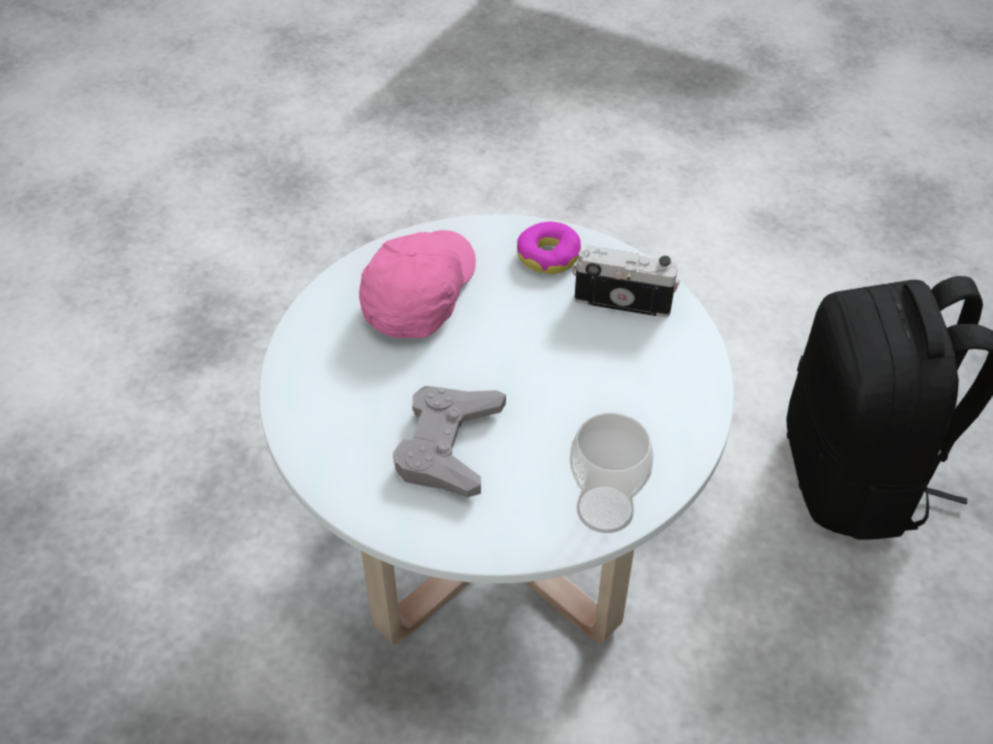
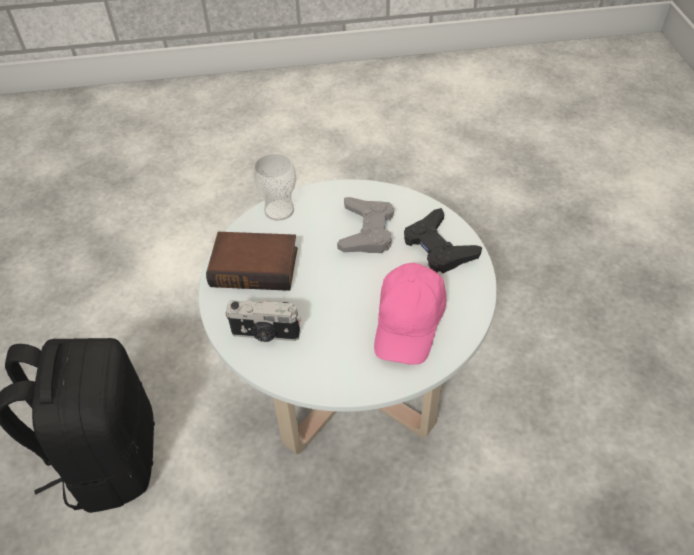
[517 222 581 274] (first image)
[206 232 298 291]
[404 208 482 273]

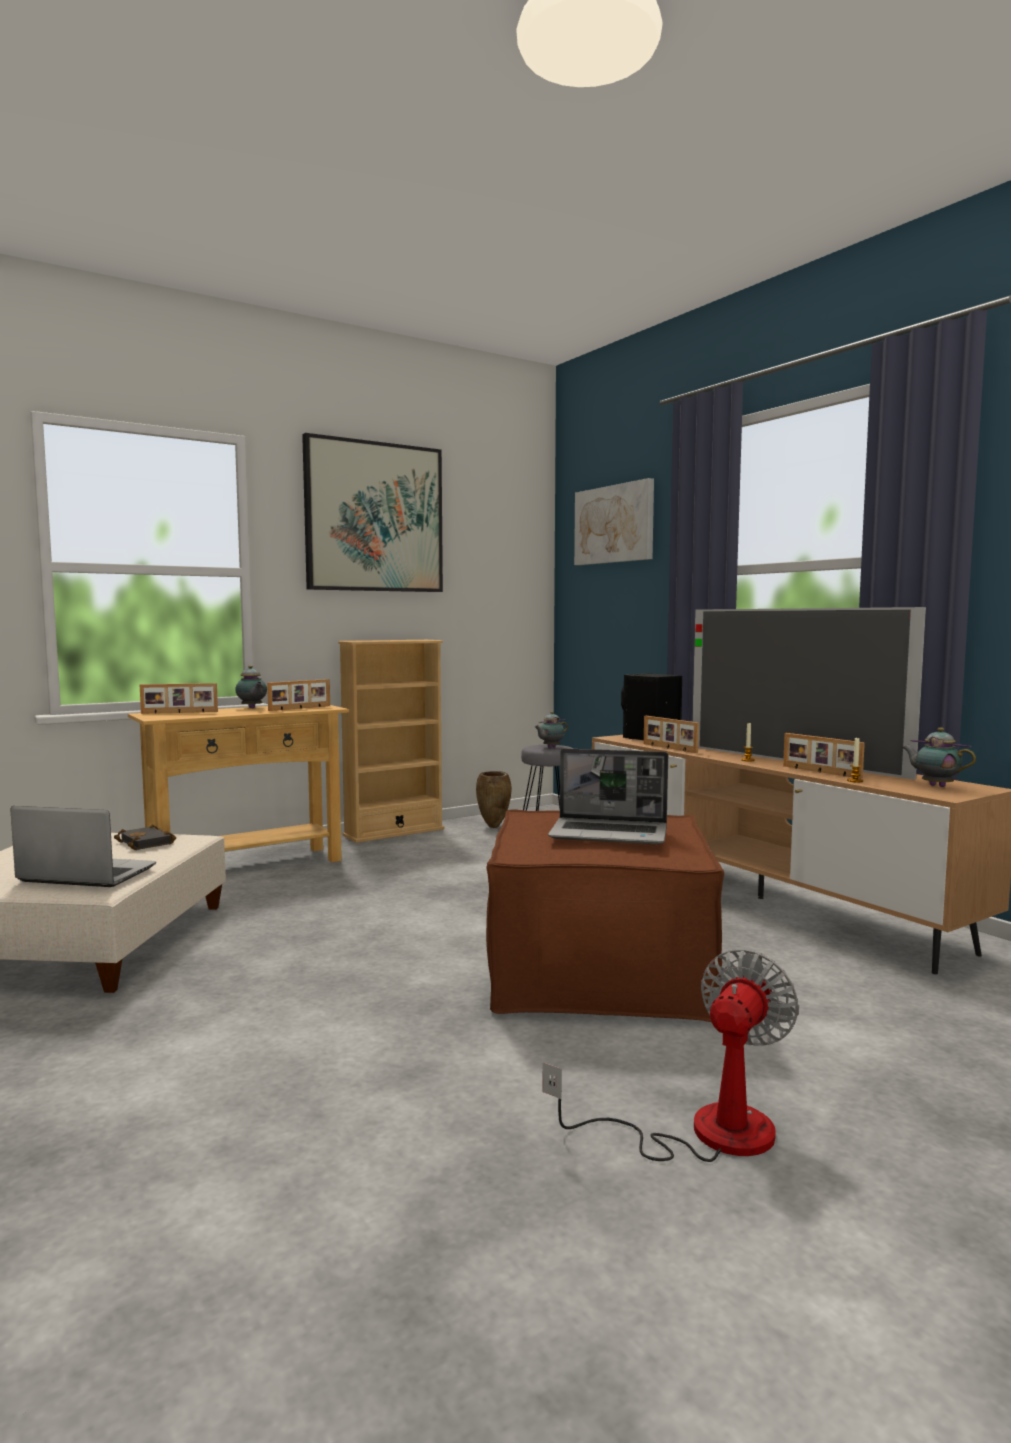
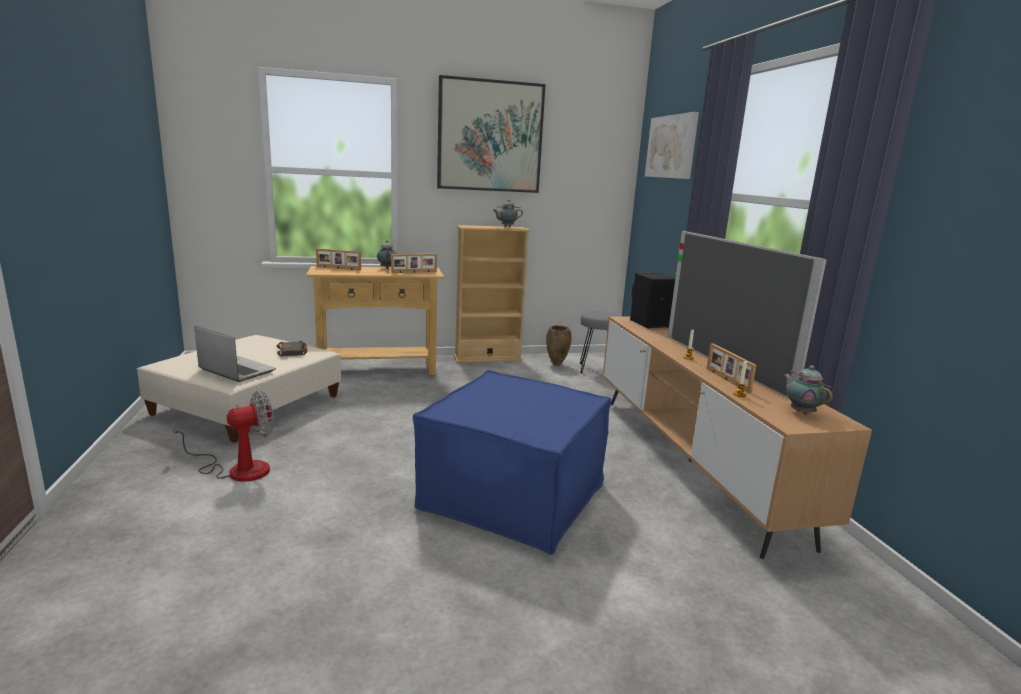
[413 370 611 555]
[493 200 523 227]
[173 391 274 482]
[548 748 668 844] (first image)
[644 716 699 753] (first image)

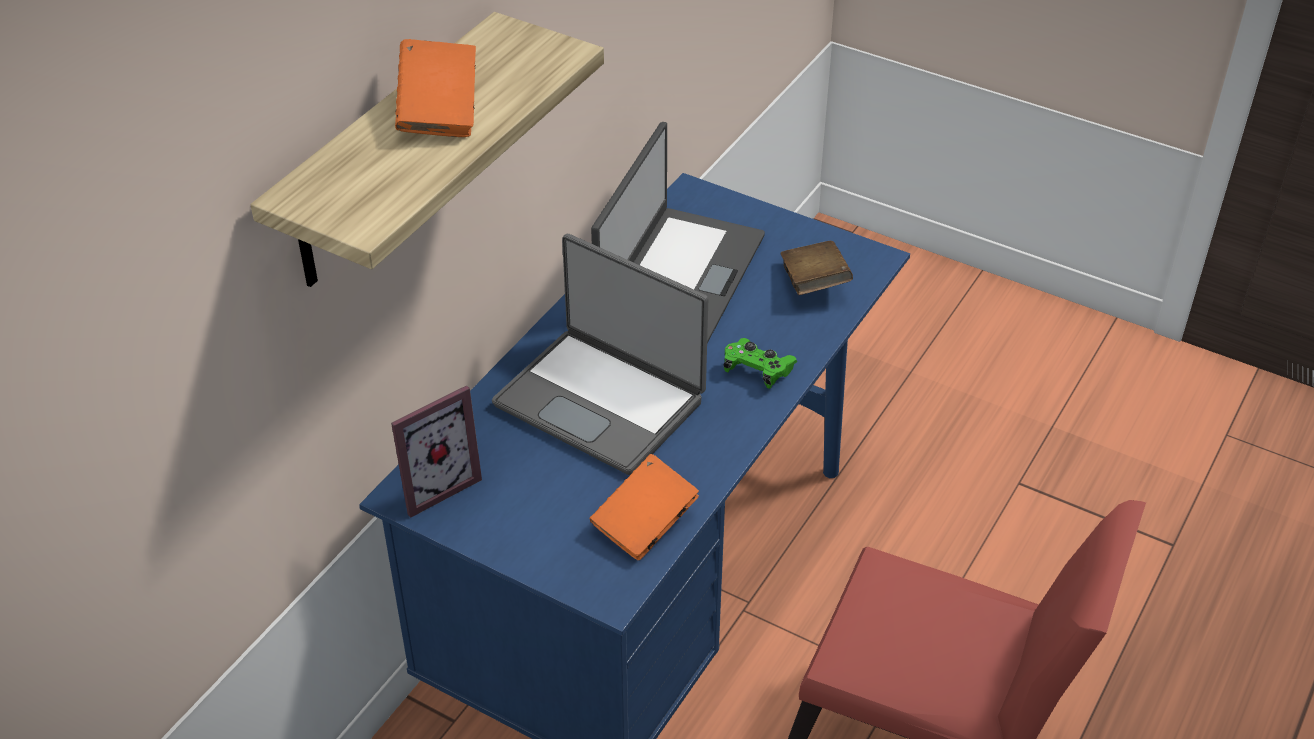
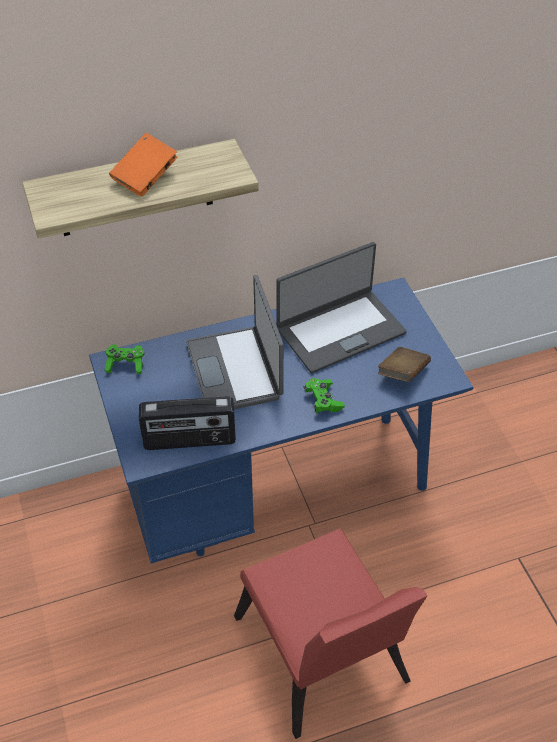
[104 344 144 374]
[139 396 236 450]

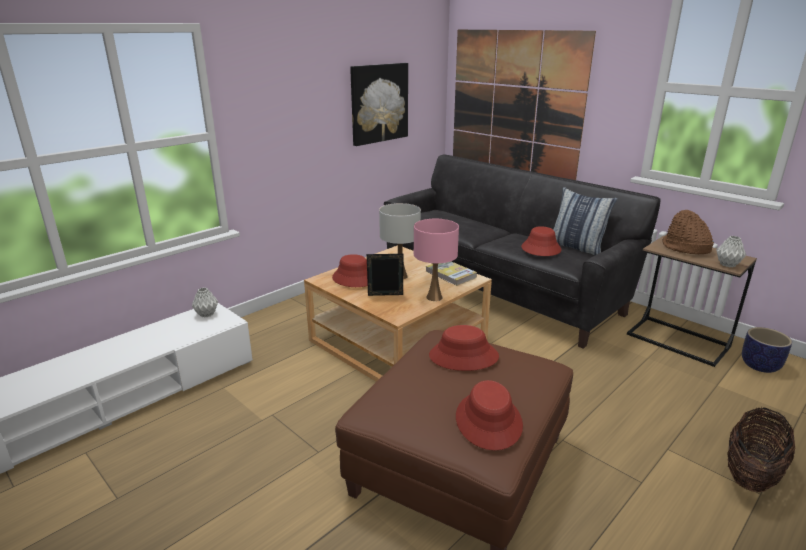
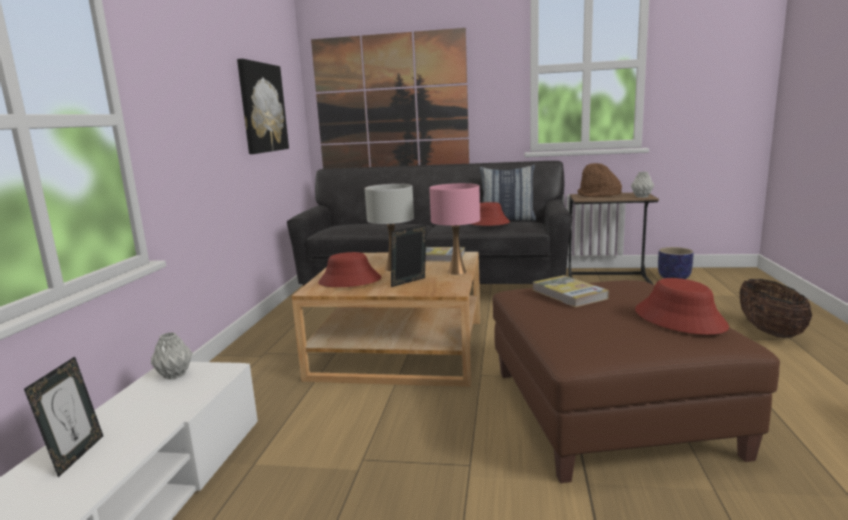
[533 275 609 307]
[24 357 103 477]

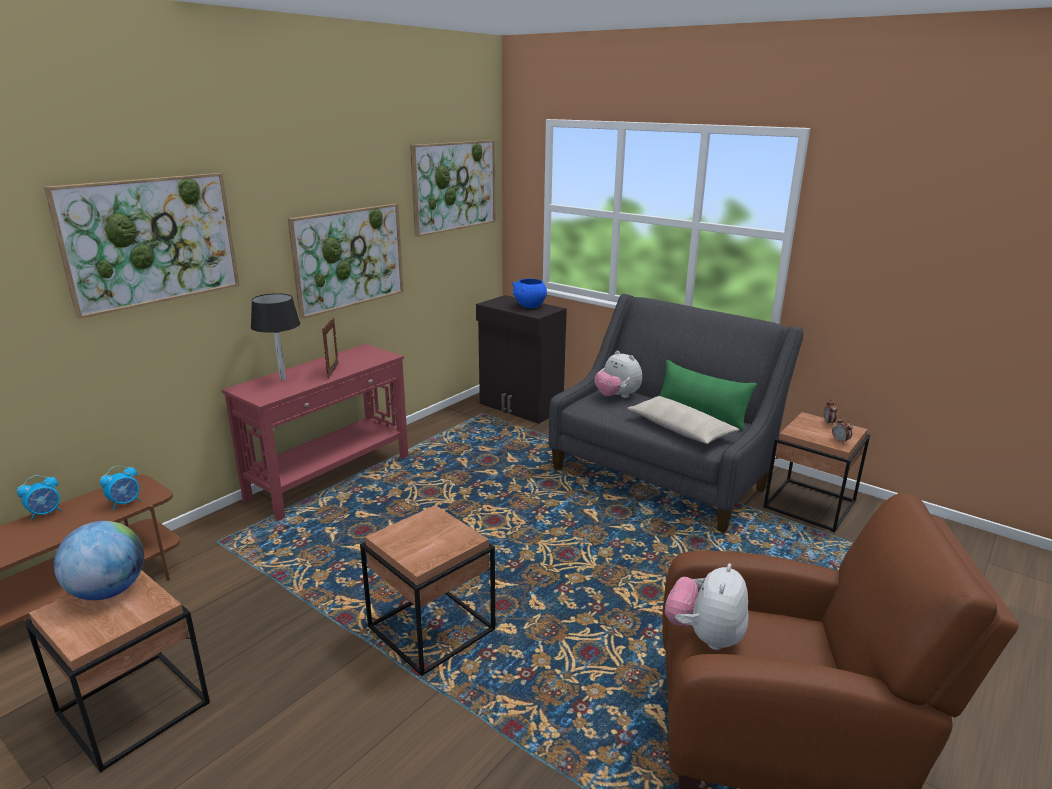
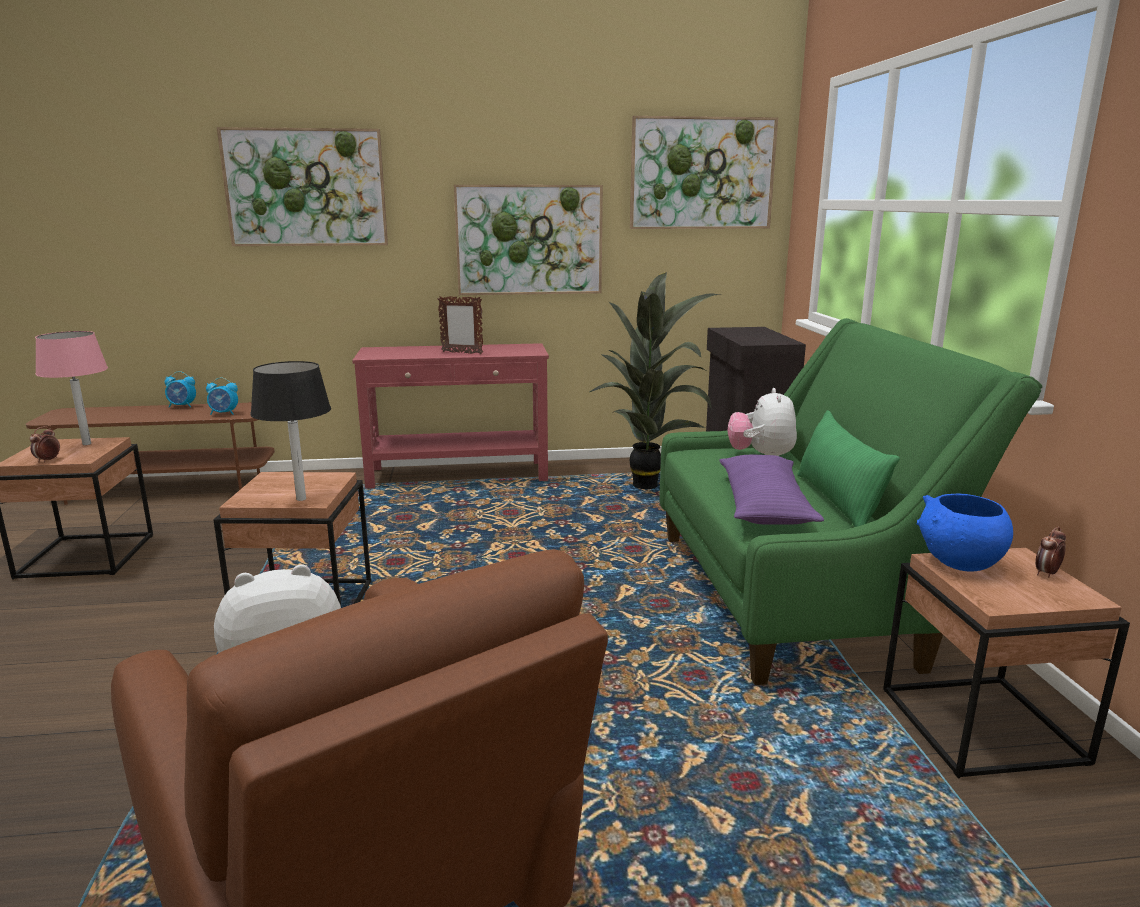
[35 331 108 445]
[250 361 331 501]
[438 296 483 354]
[916 493 1013 571]
[659 318 1042 685]
[720 455 824 525]
[30 426 60 463]
[589 272 720 489]

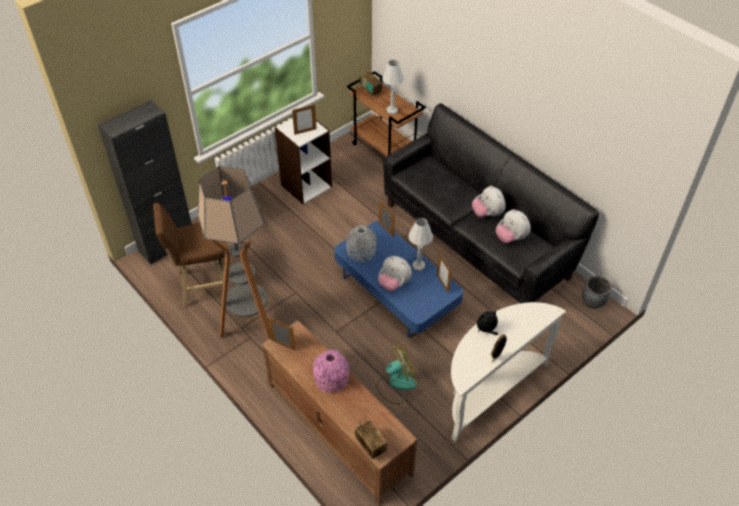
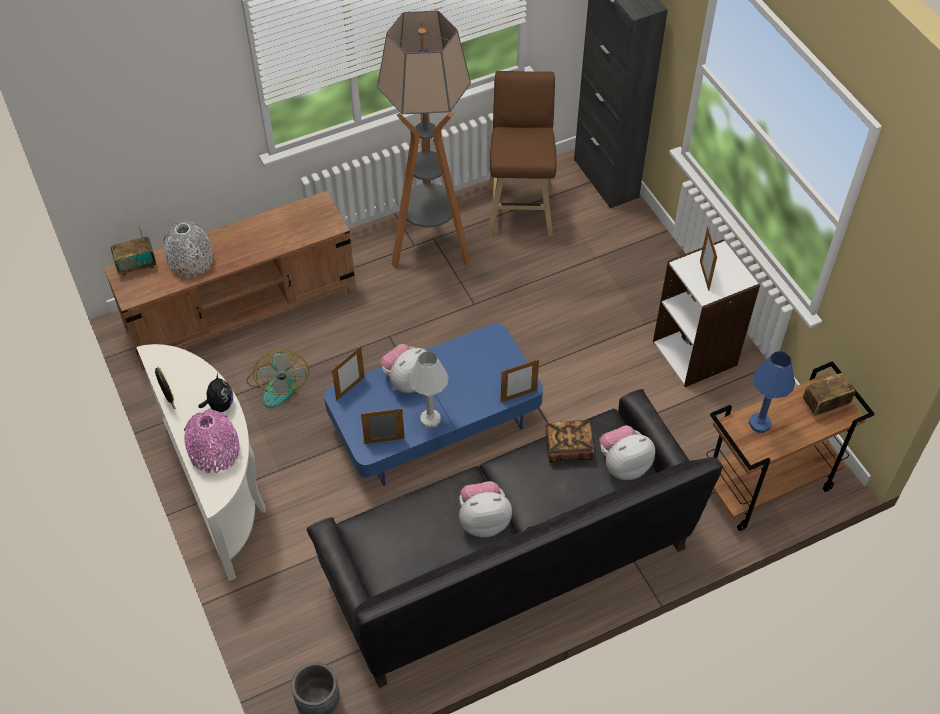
[332 346 365 401]
[184 410 240 473]
[163 221 213 278]
[749 351 795 433]
[600 425 655 480]
[545 420 594 463]

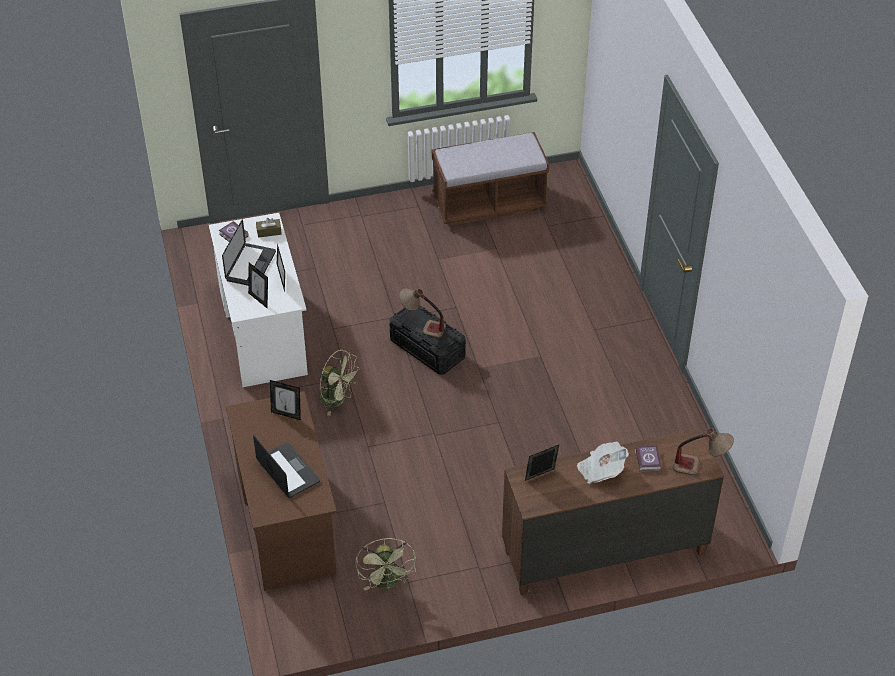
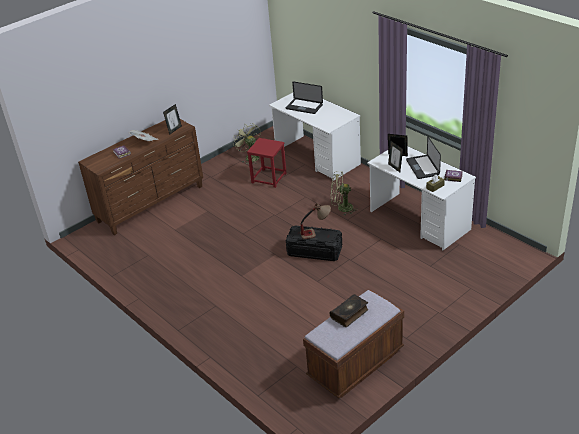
[269 93 361 181]
[270 380 301 420] (first image)
[673 428 734 475] (first image)
[247 138 287 188]
[330 294 369 327]

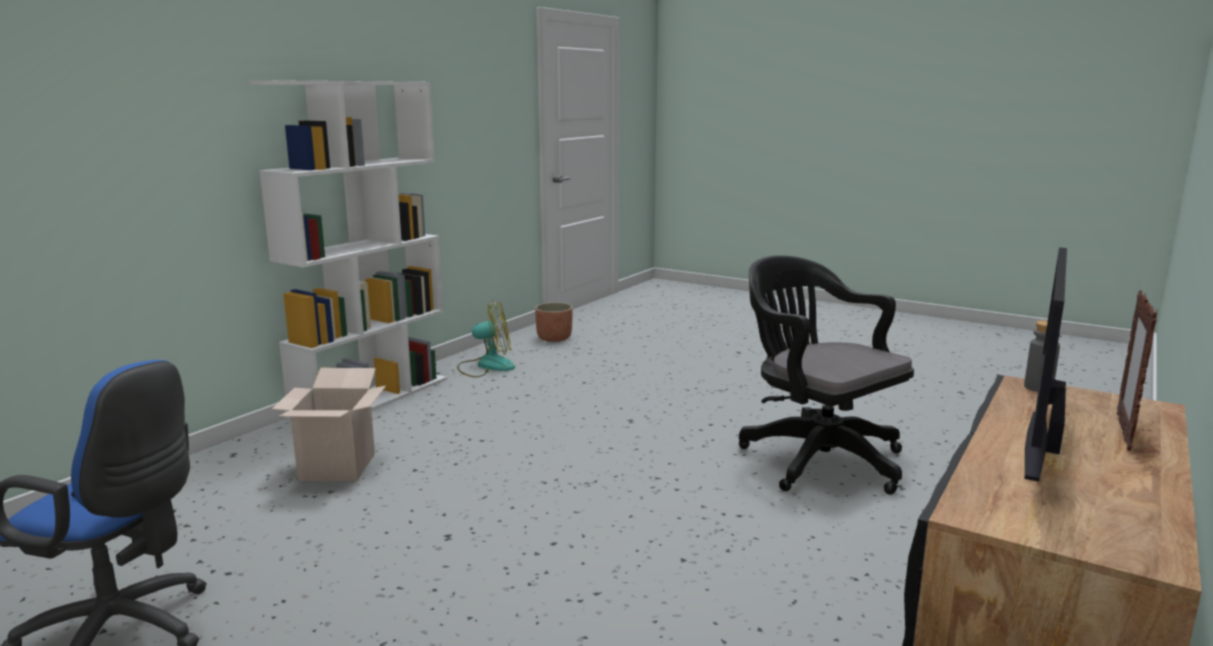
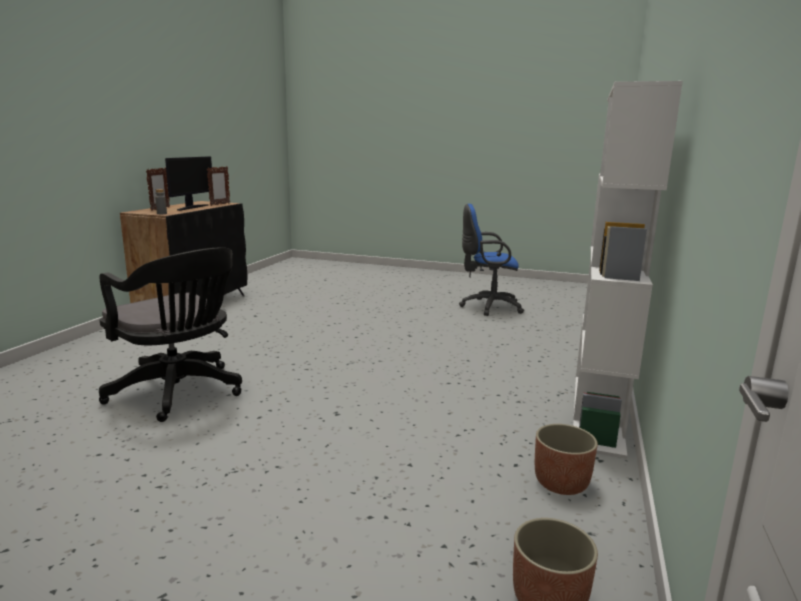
[272 368 386 481] (first image)
[535 424 598 495]
[207 166 230 206]

